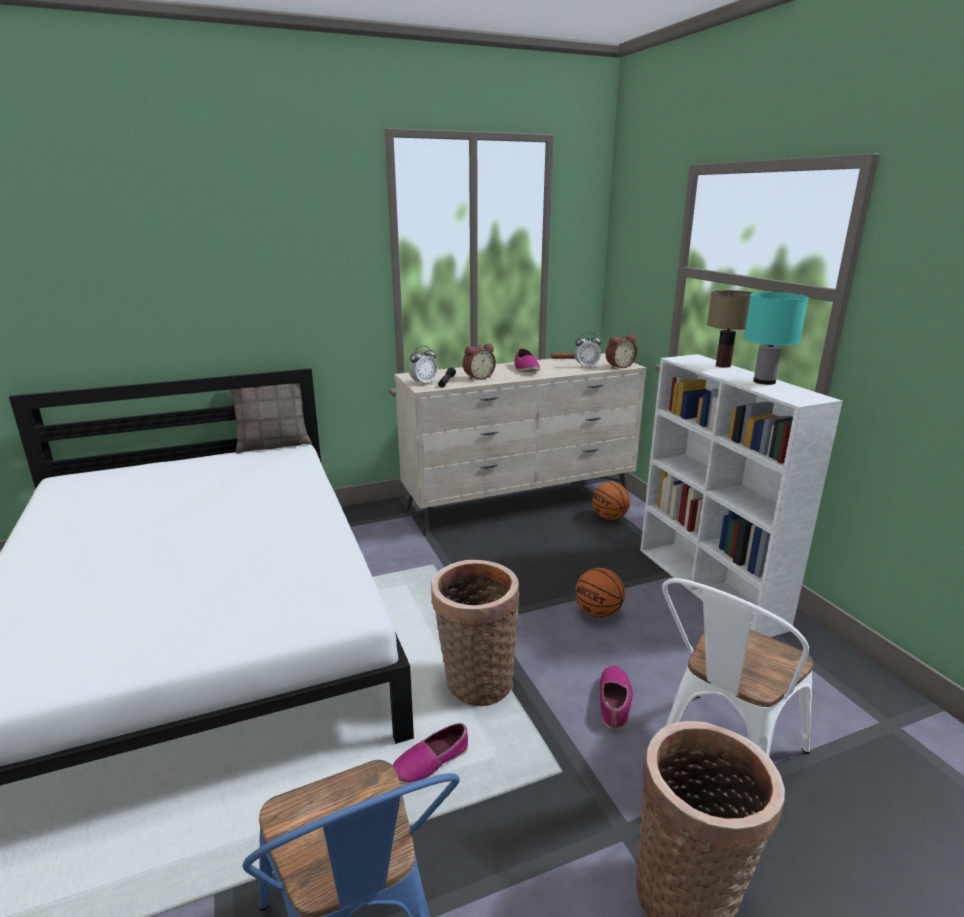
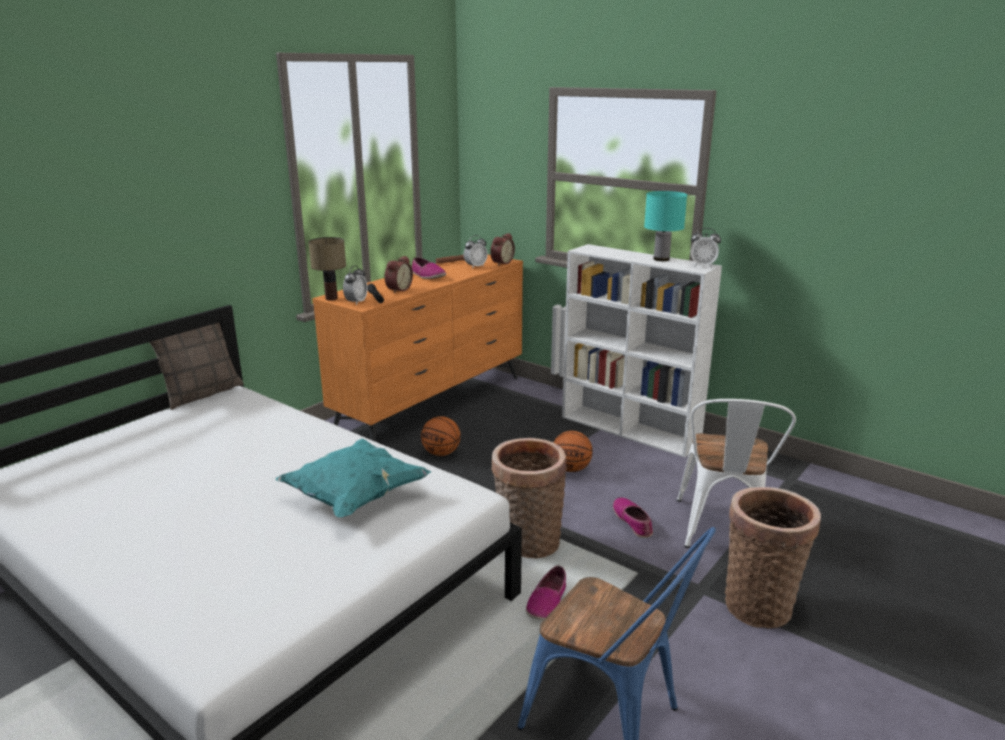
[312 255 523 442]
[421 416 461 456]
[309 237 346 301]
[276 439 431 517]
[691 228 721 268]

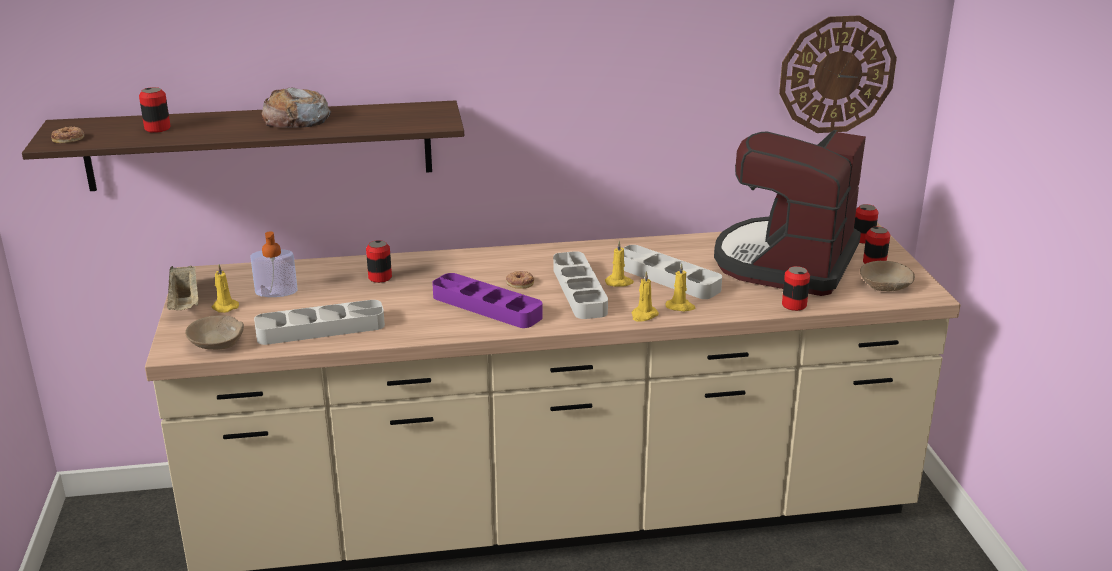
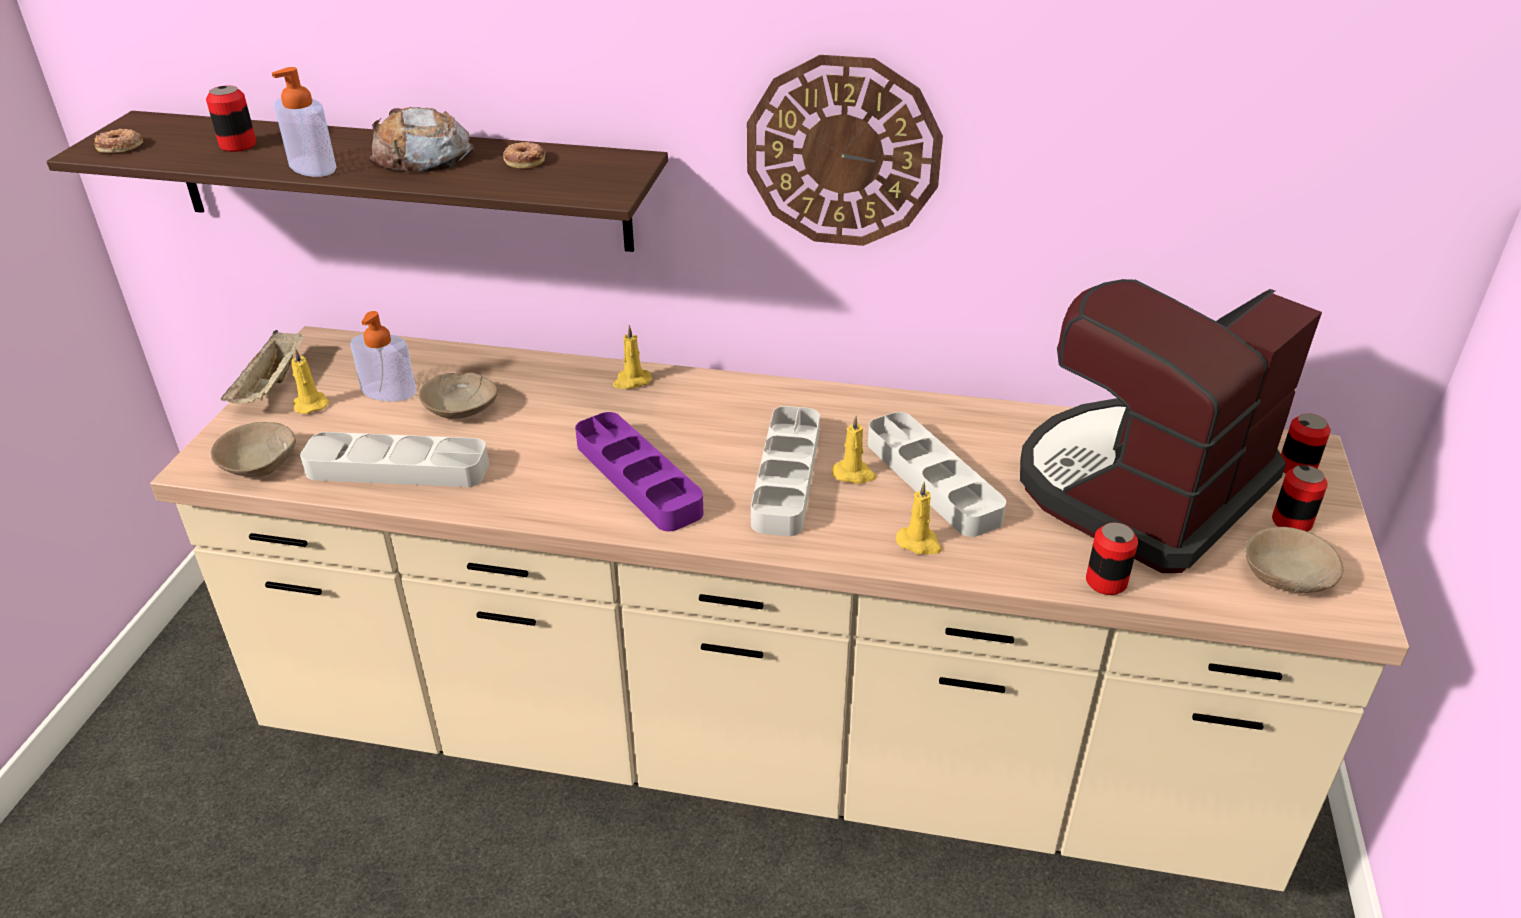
[366 240 392 283] (first image)
[503 142 546 168]
[613 325 652 389]
[747 55 943 246]
[272 67 336 177]
[419 373 497 419]

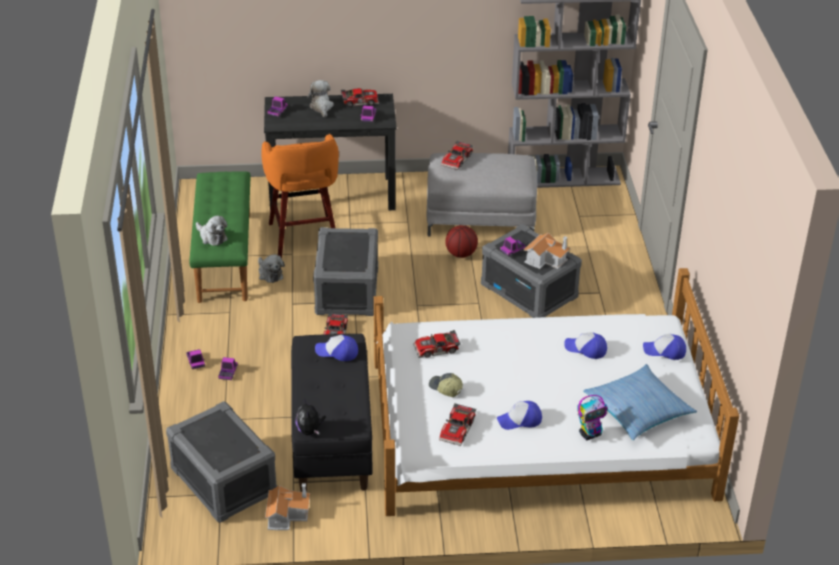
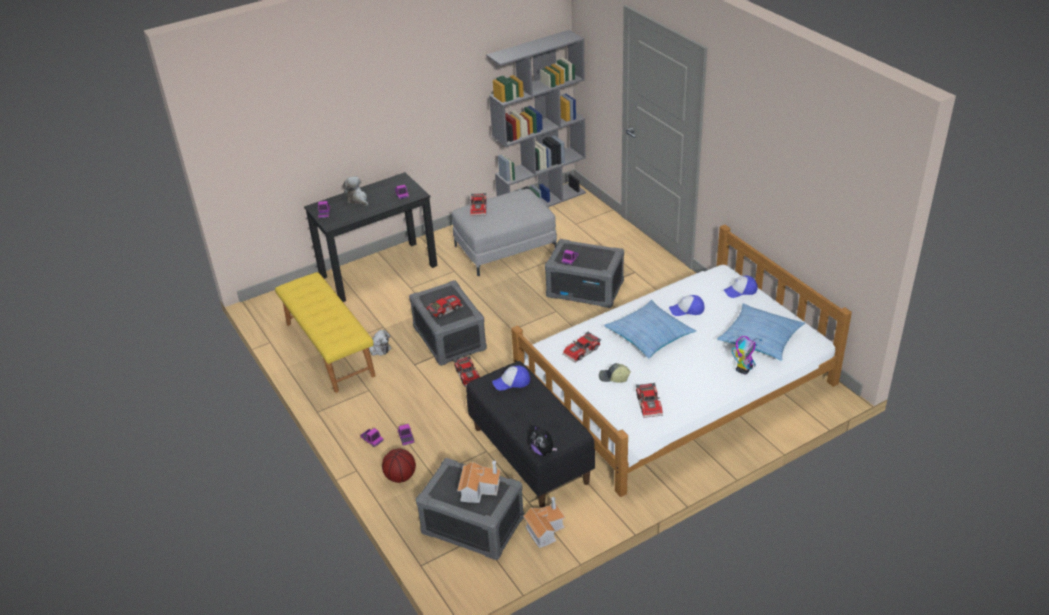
[275 272 376 393]
[196 216 228 246] (first image)
[261 134 339 258] (first image)
[425 295 463 318]
[382 449 416 483]
[497 401 542 430] (first image)
[457 461 501 503]
[604 300 696 359]

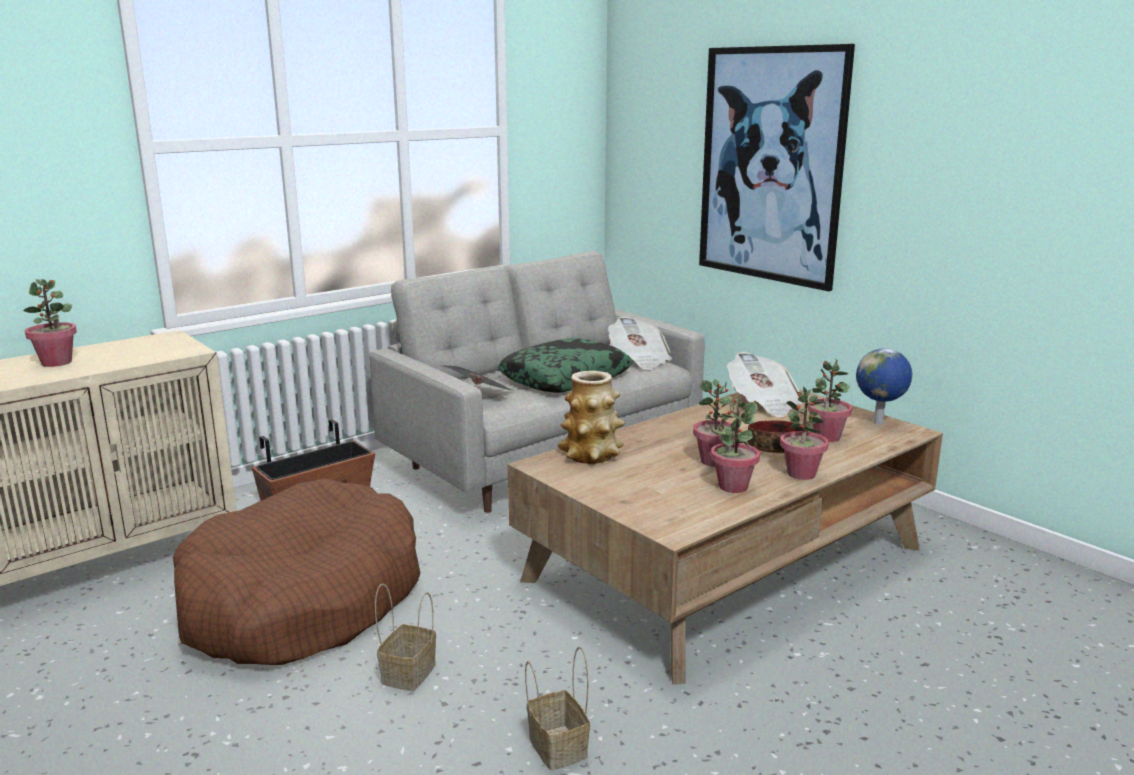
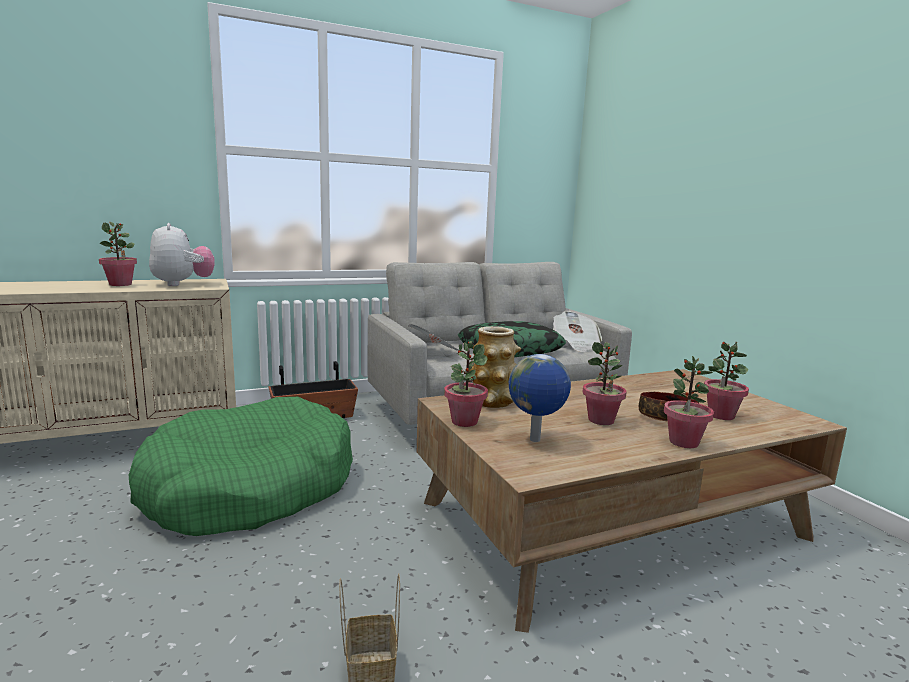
[129 397 353 536]
[375 583 436 691] (first image)
[699 44 855 291] (first image)
[444 341 488 427]
[727 352 804 417] (first image)
[509 354 571 442]
[149 223 215 286]

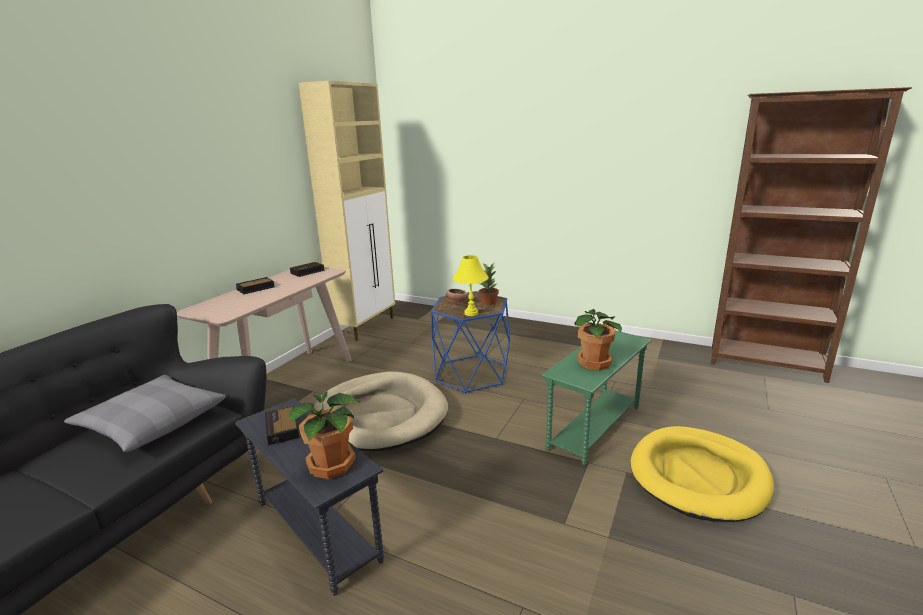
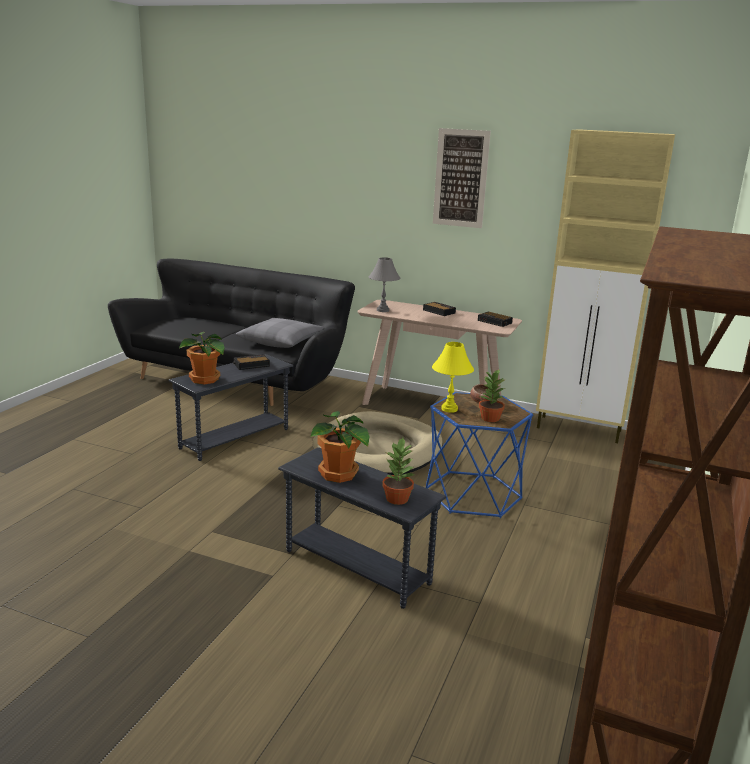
[278 447 446 609]
[630 426 774 522] (first image)
[369 257 400 312]
[382 438 415 505]
[433 128 491 228]

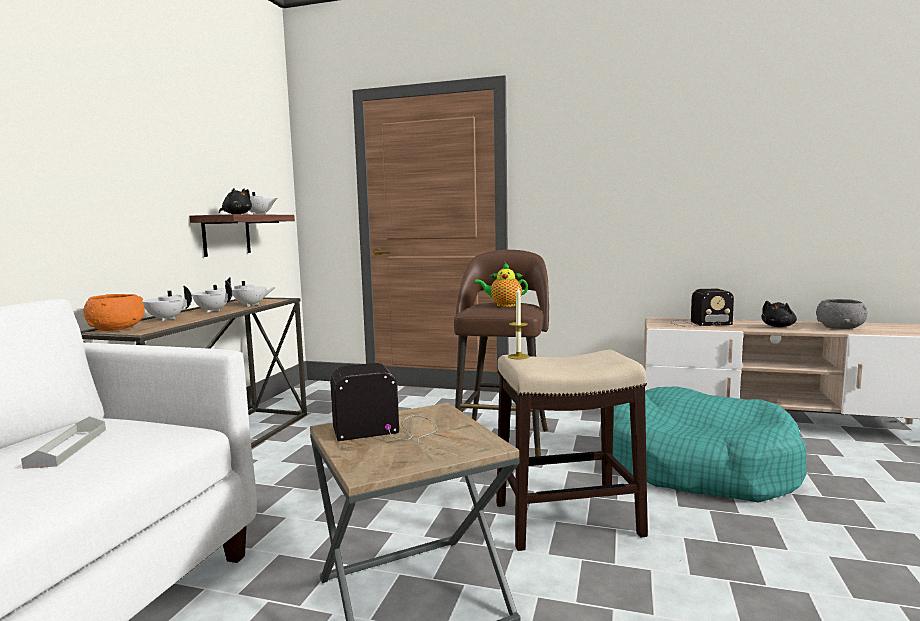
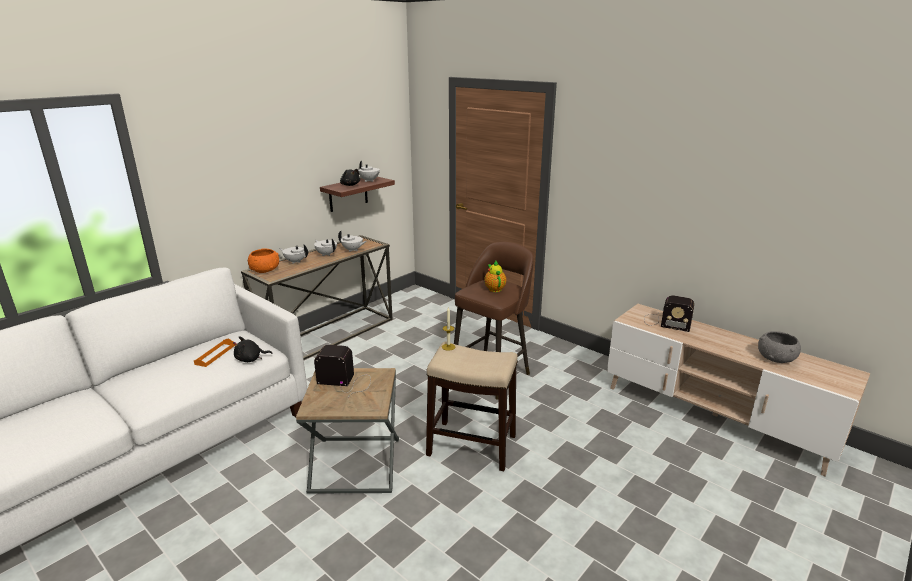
[194 338 235 367]
[484 261 506 292]
[613 386 807 503] (first image)
[233 336 273 362]

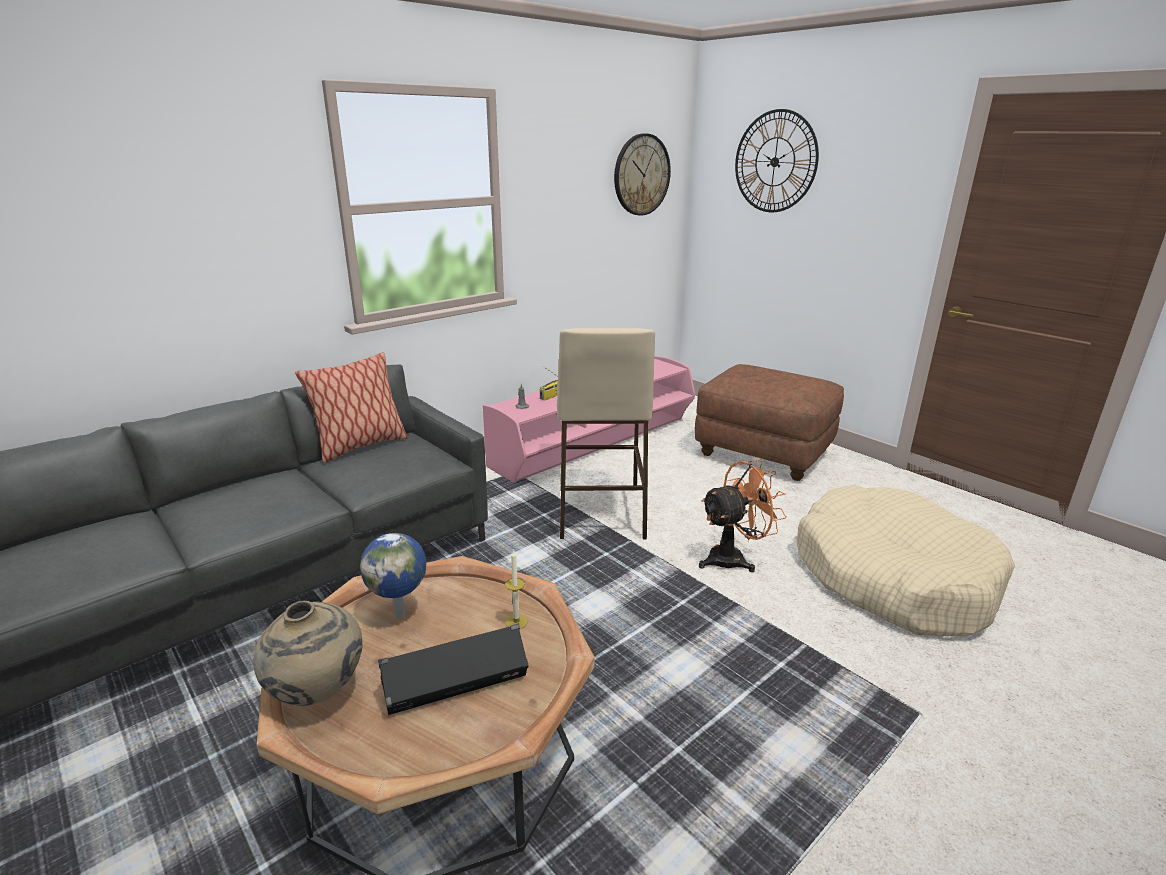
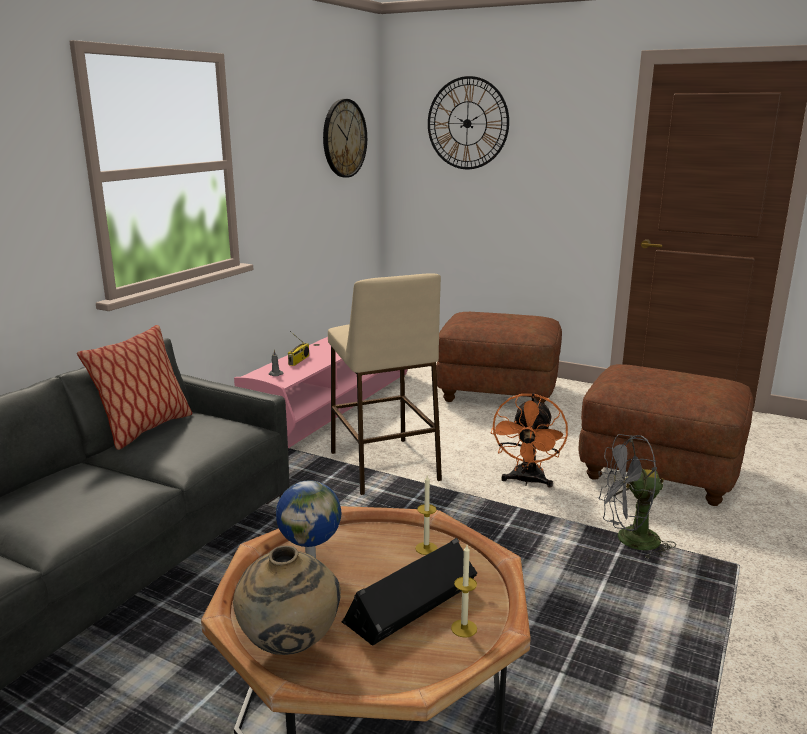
[491 393 568 488]
[578 364 754 506]
[451 545 477 638]
[597 434 676 560]

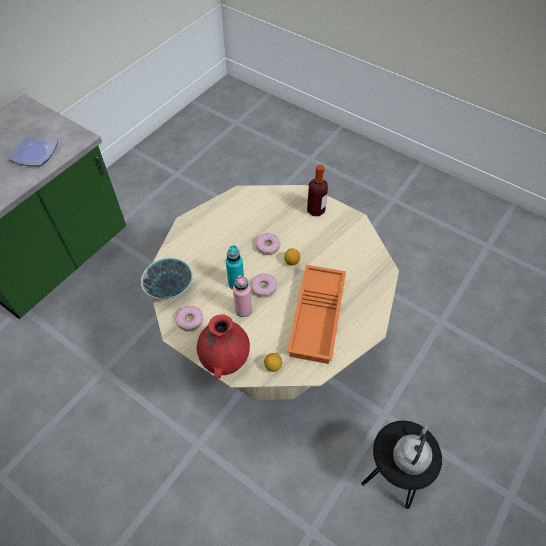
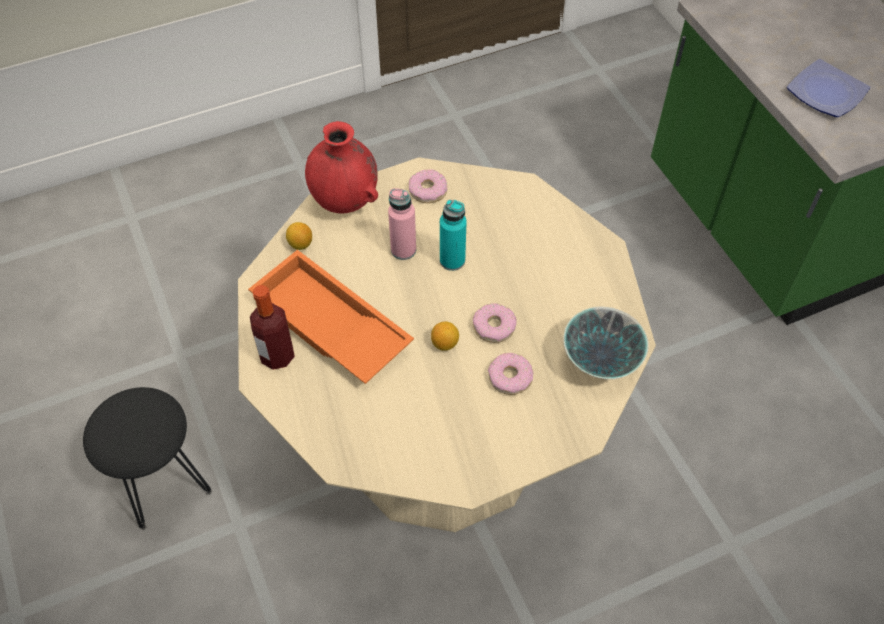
[563 307 648 379]
[488 353 533 395]
[250 285 295 370]
[393 426 432 475] (first image)

